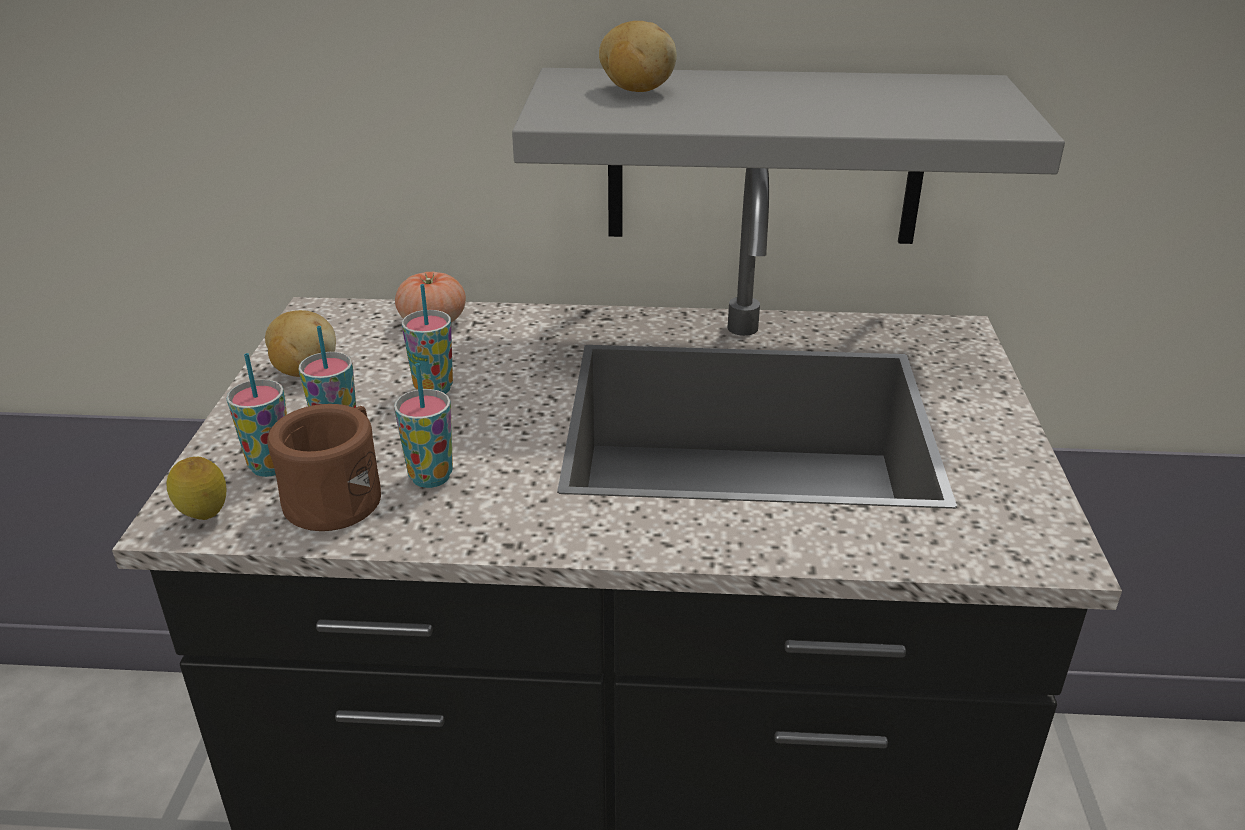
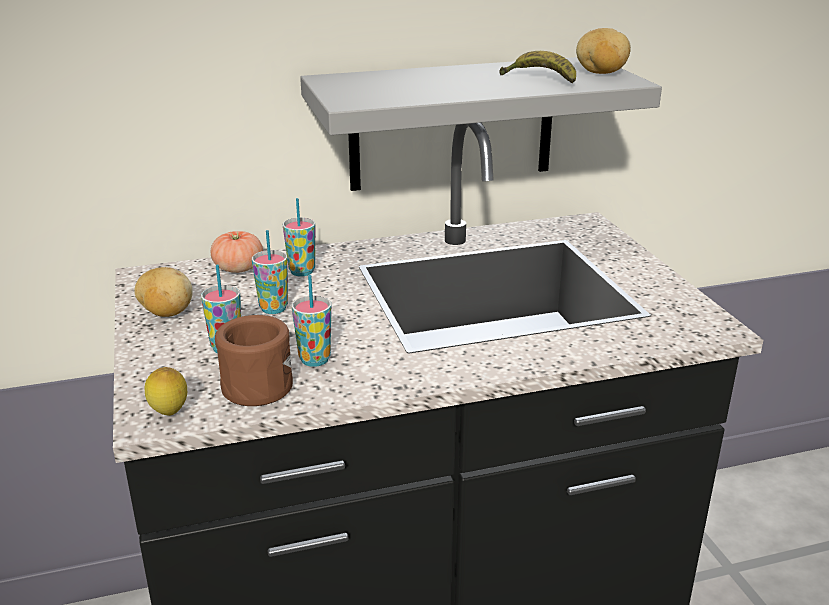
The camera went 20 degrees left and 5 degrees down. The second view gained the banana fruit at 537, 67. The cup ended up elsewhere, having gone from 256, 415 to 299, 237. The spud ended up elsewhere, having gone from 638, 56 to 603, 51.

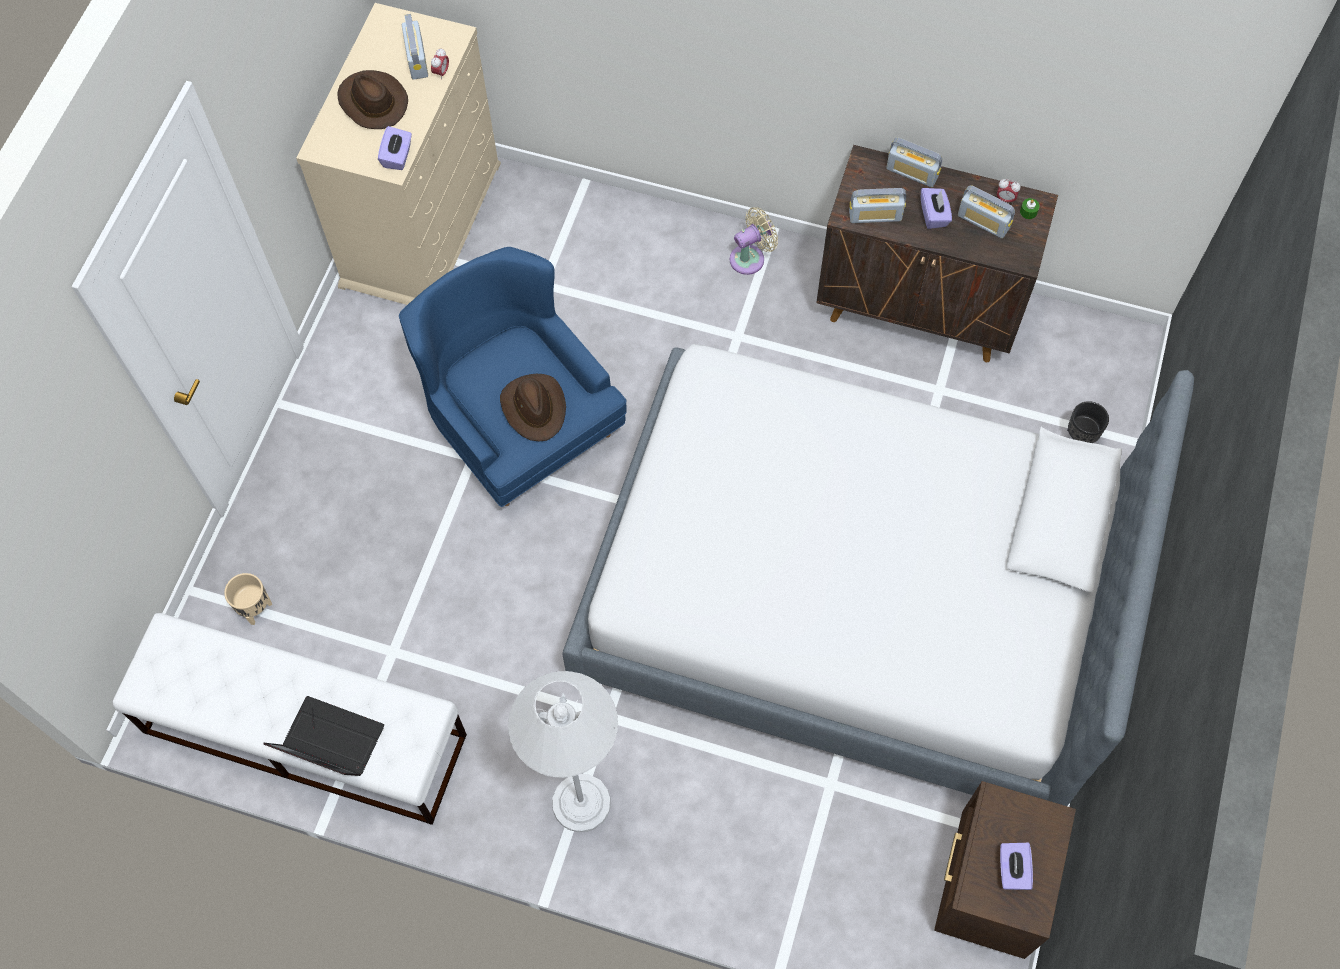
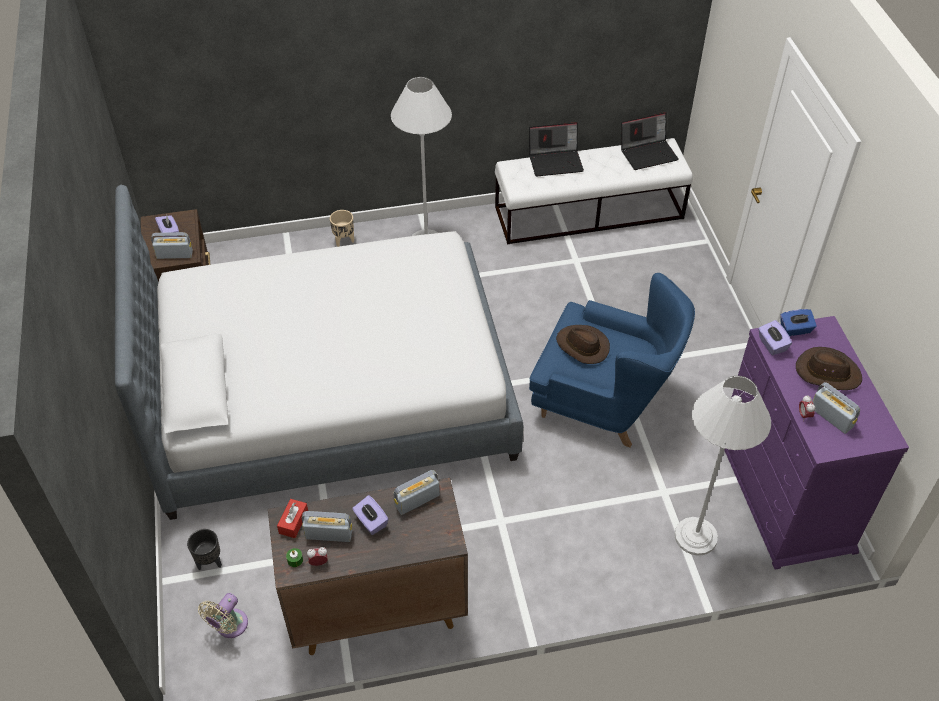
The camera went 150 degrees right and 15 degrees down. The second view gained the red tissue box at 292, 518. The second view gained the portable computer at 650, 141. The second view gained the white-coloured standing lamp at 722, 466. The second view gained the blue-coloured tissue box at 798, 322. The beige plant pot ended up elsewhere, having gone from 248, 599 to 342, 228. The beige electric fan ended up elsewhere, having gone from 754, 241 to 223, 615. The radio ended up elsewhere, having gone from 914, 163 to 172, 245. What was the beige chest of drawers at 398, 154 turned into the purple chest of drawers at 816, 443.

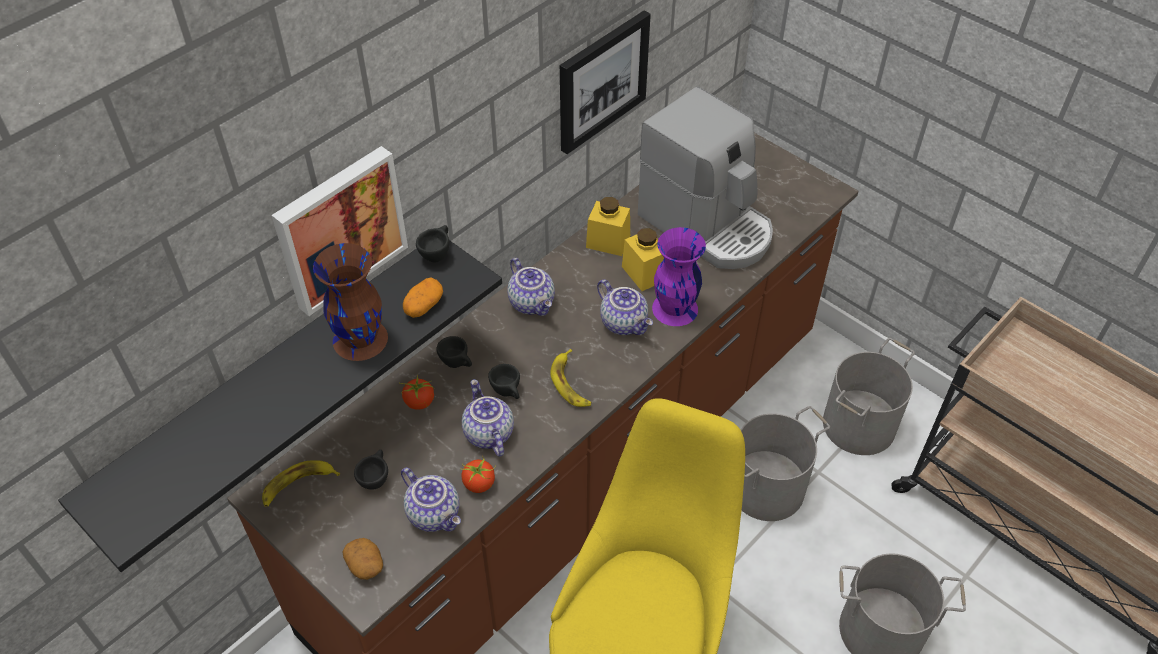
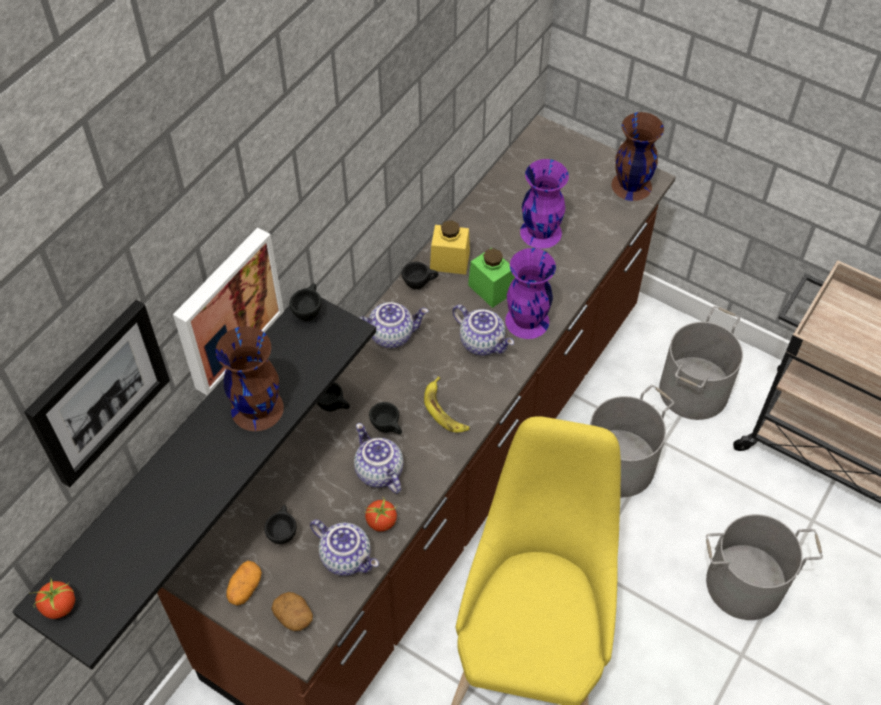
The camera went 10 degrees left and 5 degrees up. The second view lost the banana fruit at 301, 483. The second view gained the black cup at 420, 275. The second view gained the brown-coloured decorative vase at 638, 156. The tomato ended up elsewhere, having gone from 417, 392 to 54, 598. The spud ended up elsewhere, having gone from 423, 298 to 244, 583. The wall picture ended up elsewhere, having gone from 605, 82 to 97, 393. Where the coffee maker stood at 705, 177, the purple decorative vase came to stand at 544, 204. What was the yellow jar at 643, 259 turned into the green jar at 491, 278. The tea pot at 531, 287 ended up facing another way, 60 degrees counterclockwise from before.

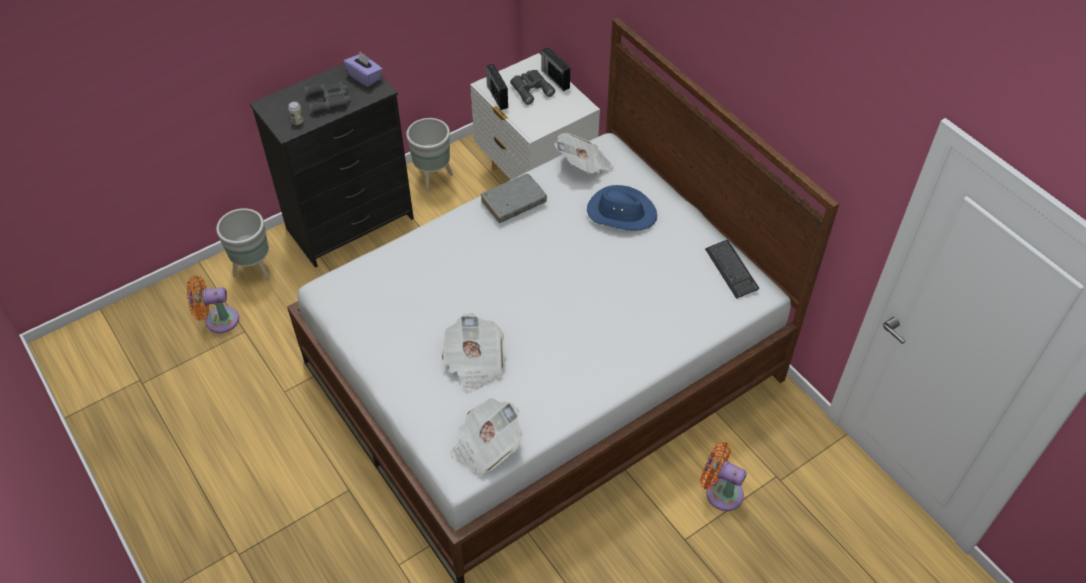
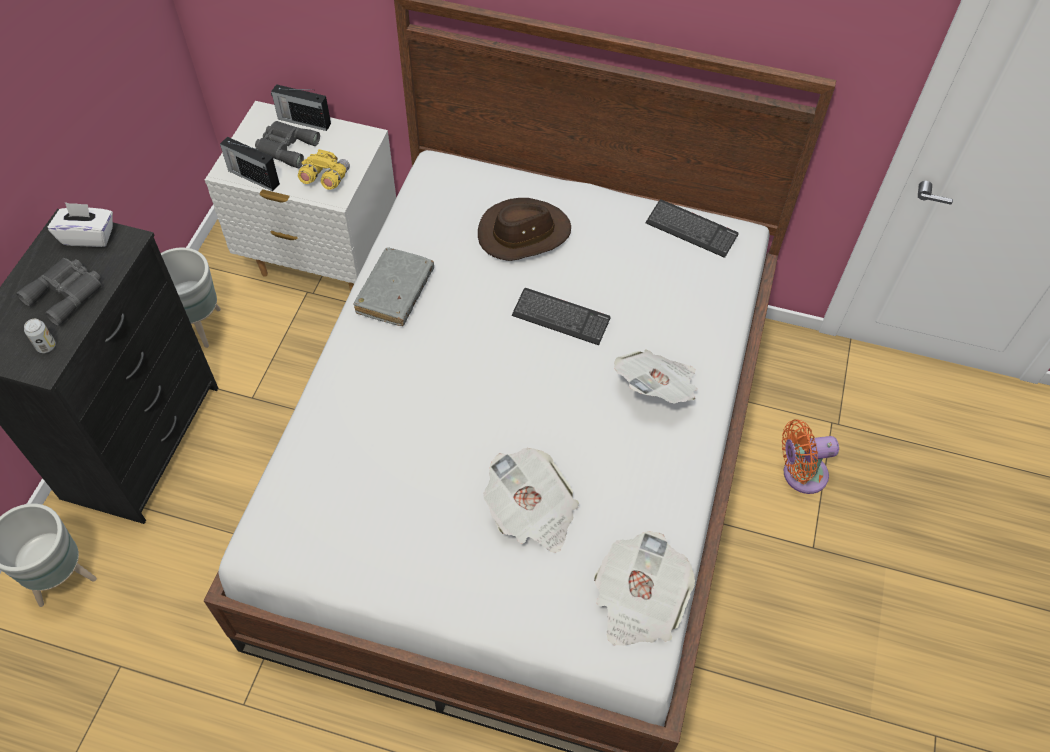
The camera went 40 degrees left and 5 degrees up. The second view lost the orange-coloured electric fan at 213, 304. The second view gained the yellow field glasses at 324, 169. The second view gained the PC keyboard at 561, 316. The newspaper ended up elsewhere, having gone from 584, 153 to 655, 377. What was the purple tissue box at 362, 69 turned into the white-coloured tissue box at 80, 224. What was the blue-coloured hat at 622, 208 turned into the brown-coloured hat at 524, 229.

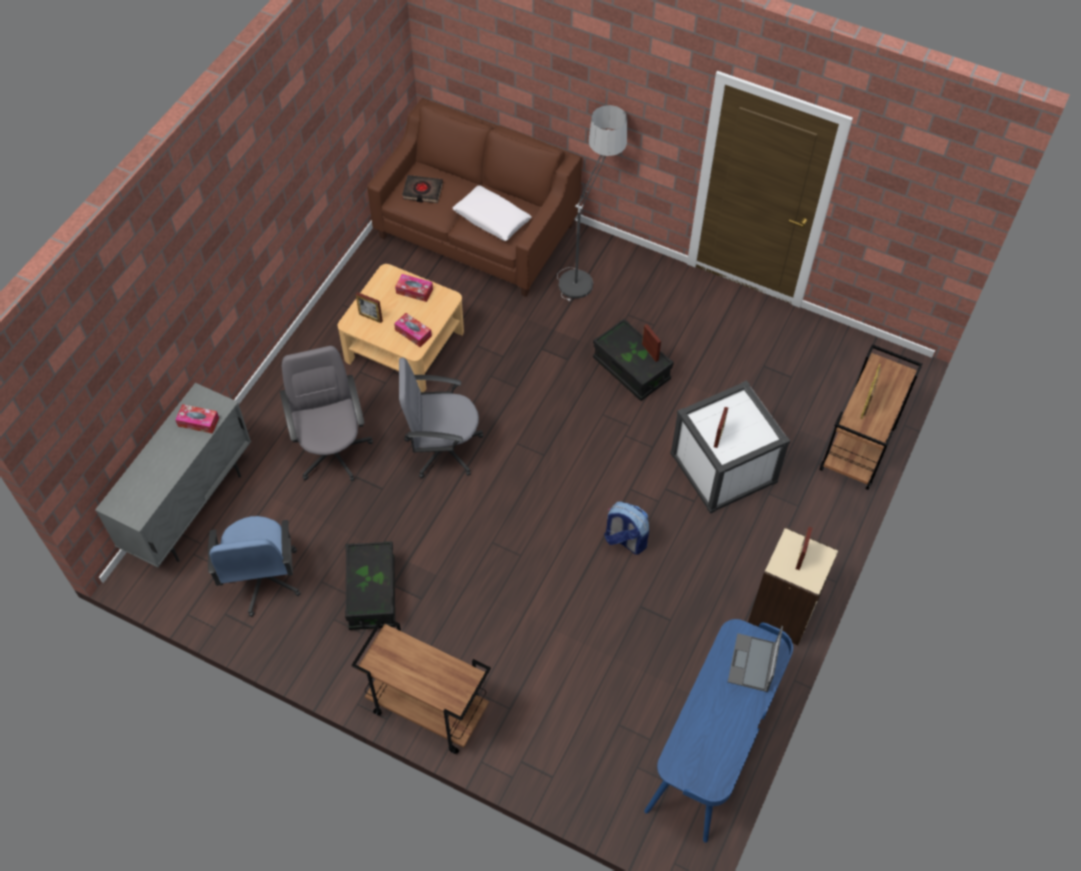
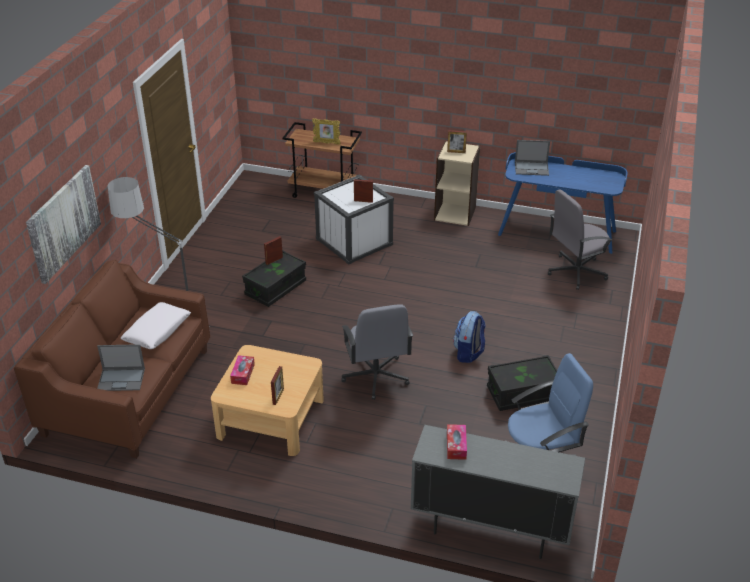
The camera went 100 degrees left and 20 degrees down. The second view lost the brown-coloured trolley at 421, 684. The second view lost the tissue box at 413, 330. The second view gained the wall picture at 63, 224. The greyish office chair ended up elsewhere, having gone from 326, 413 to 580, 239. The knapsack ended up elsewhere, having gone from 626, 527 to 469, 337. Where the black volume stood at 422, 189, the portable computer came to stand at 121, 367.

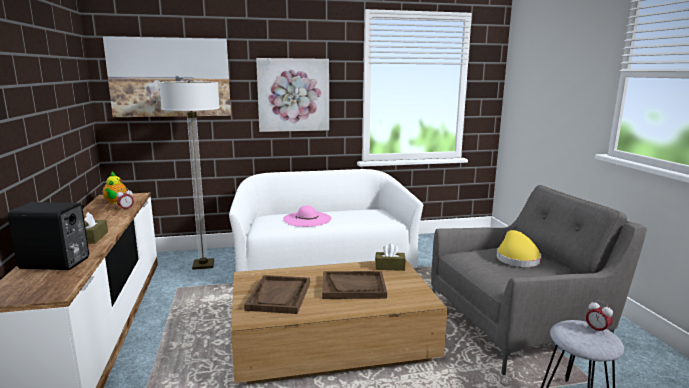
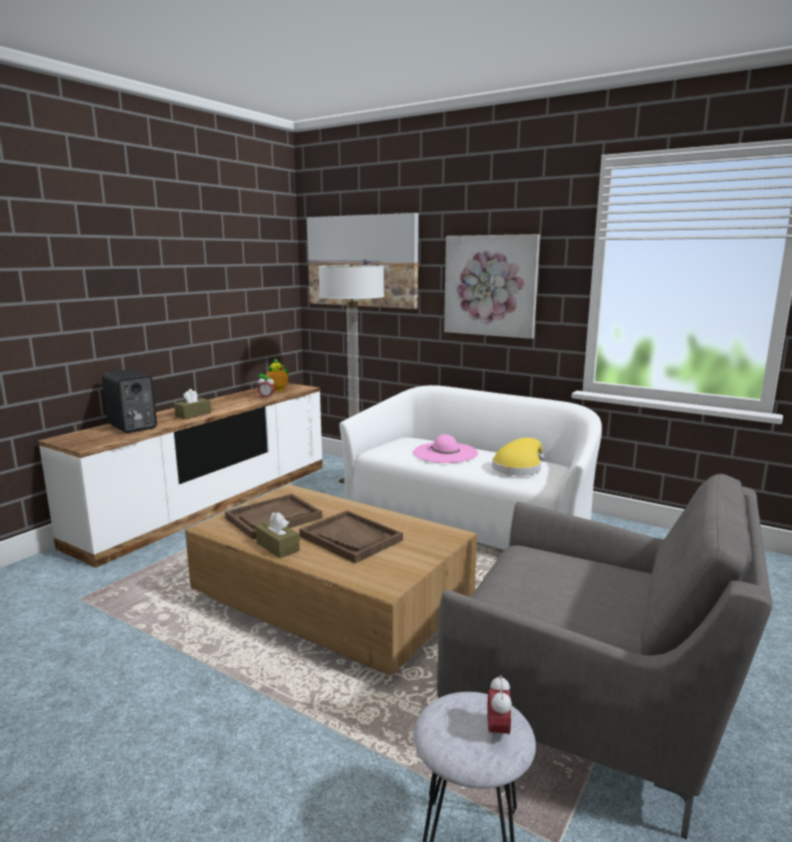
The camera went 45 degrees right and 0 degrees up. The brown-coloured tissue box ended up elsewhere, having gone from 390, 257 to 278, 535. The yellow hat ended up elsewhere, having gone from 519, 248 to 518, 457.

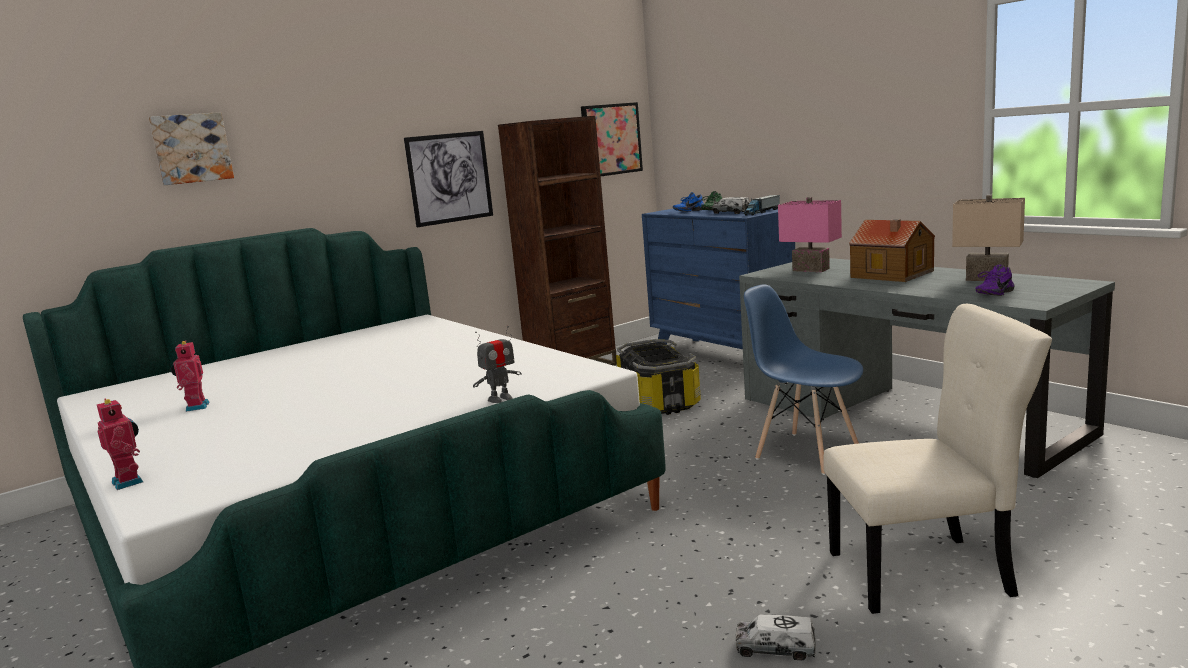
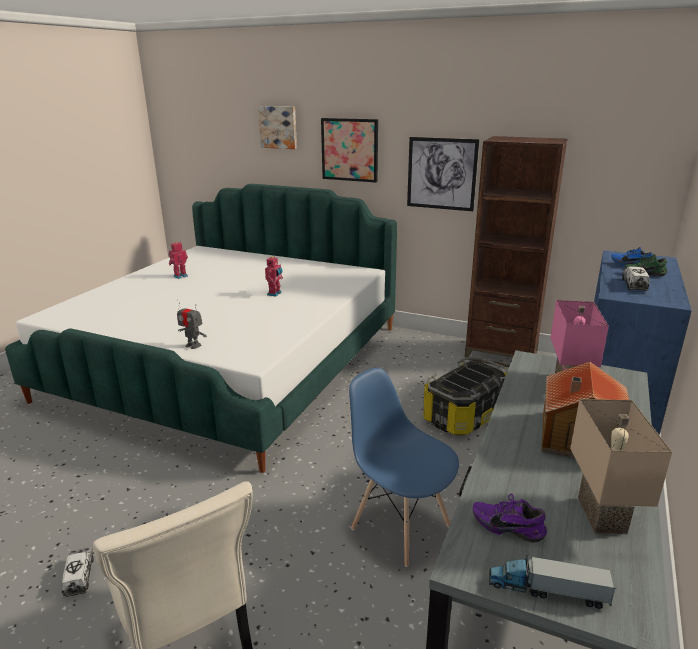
The camera went 60 degrees right and 10 degrees up. The model robot ended up elsewhere, having gone from 120, 444 to 274, 276. The wall picture ended up elsewhere, having gone from 612, 139 to 349, 150. The toy truck ended up elsewhere, having gone from 762, 205 to 552, 581. The blue-coloured plain chair at 803, 379 ended up facing another way, 60 degrees counterclockwise from before.

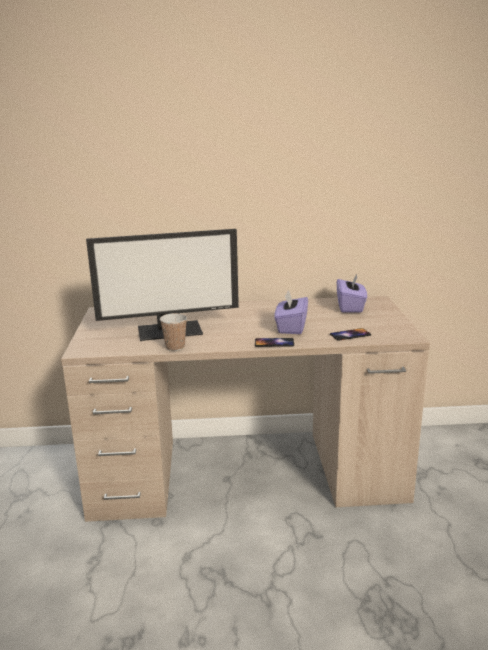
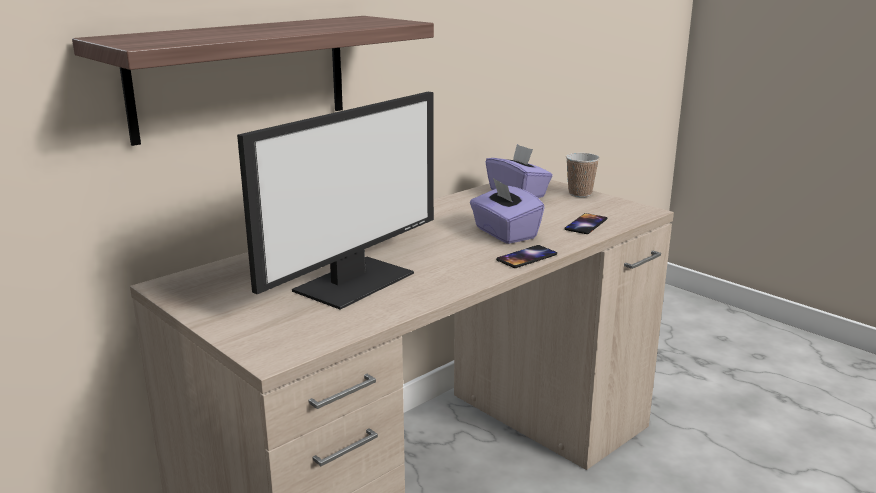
The camera went 40 degrees left and 0 degrees up. The second view gained the bracket shelf at 253, 81. The cup ended up elsewhere, having gone from 173, 332 to 583, 175.

